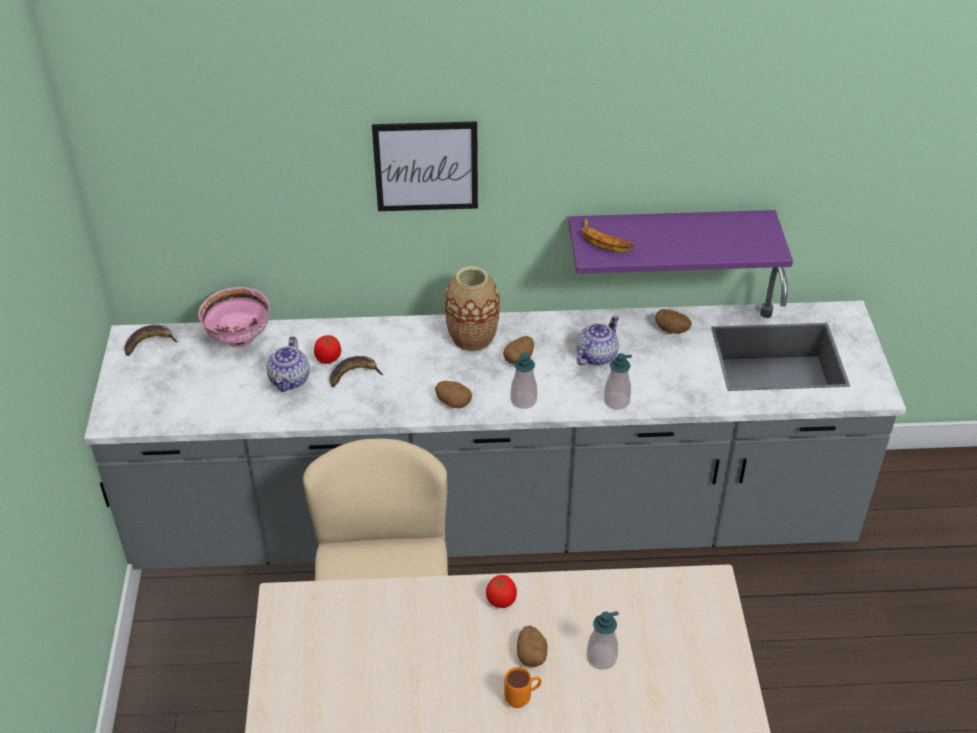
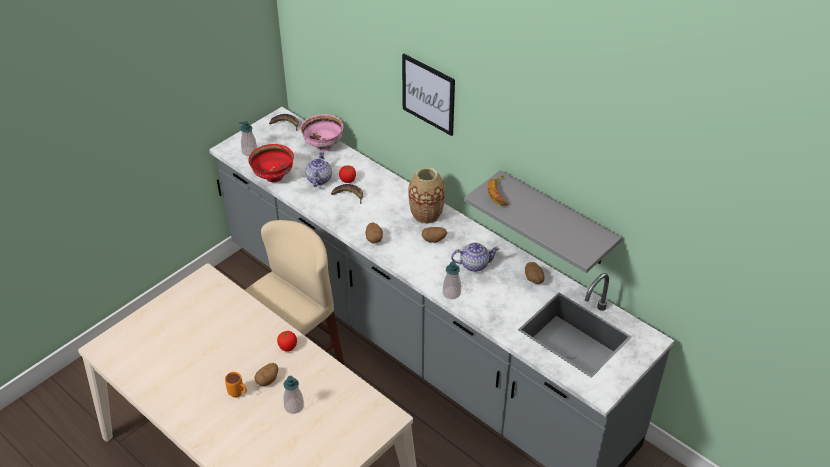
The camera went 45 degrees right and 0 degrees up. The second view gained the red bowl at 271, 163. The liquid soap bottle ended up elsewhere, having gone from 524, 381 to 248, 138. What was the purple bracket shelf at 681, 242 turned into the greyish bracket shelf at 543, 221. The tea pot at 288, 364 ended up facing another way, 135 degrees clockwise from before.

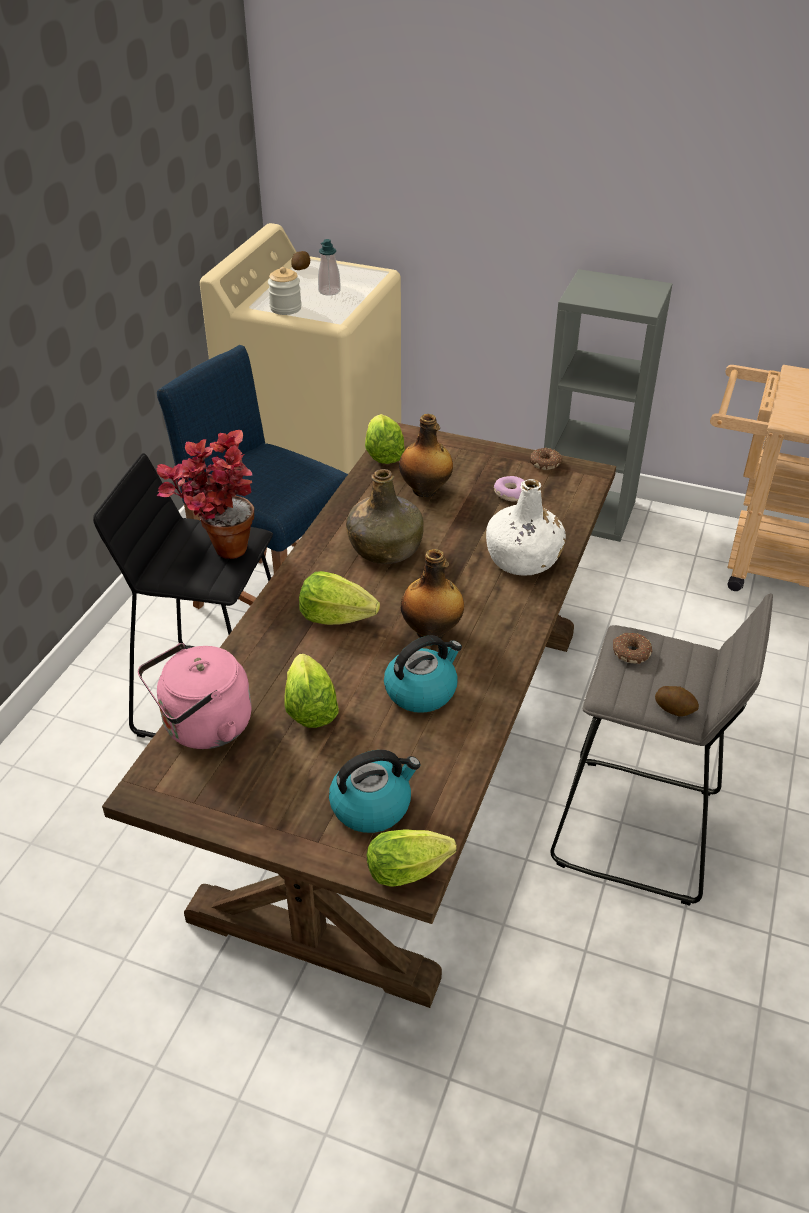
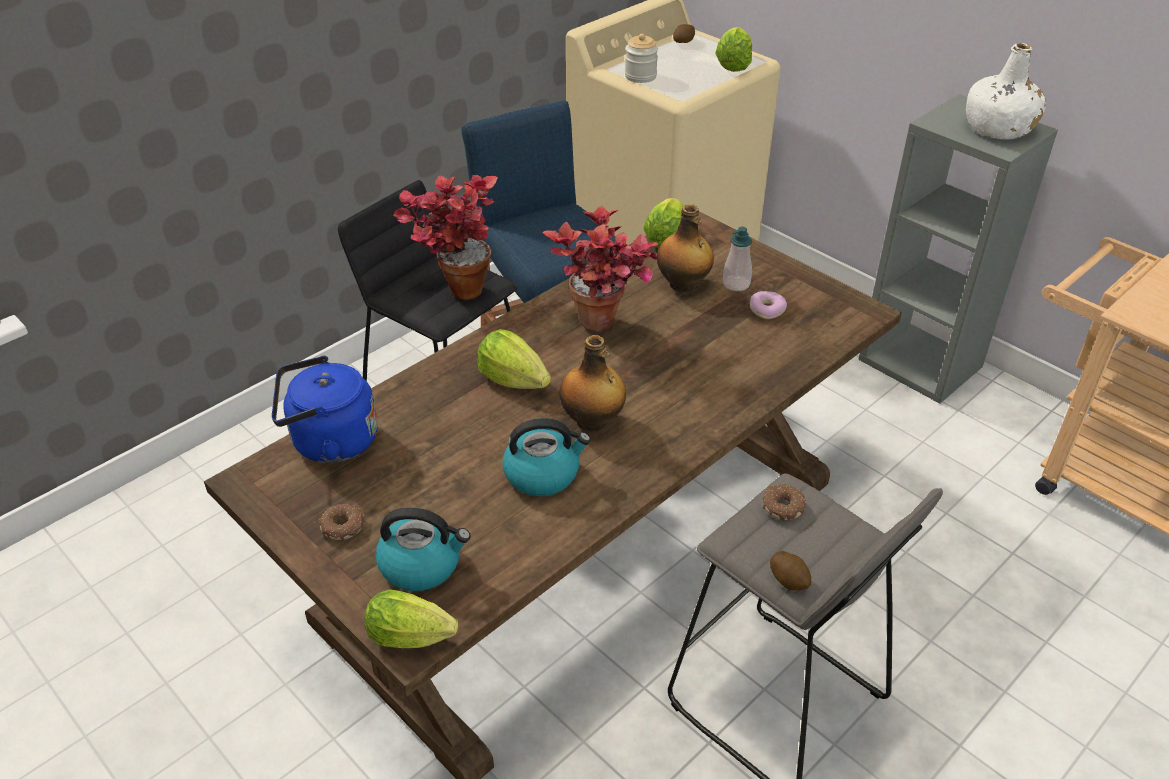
The camera went 25 degrees right and 0 degrees up. The lettuce ended up elsewhere, having gone from 312, 691 to 733, 49. The liquid soap bottle ended up elsewhere, having gone from 329, 267 to 737, 259. The white-coloured bottle ended up elsewhere, having gone from 526, 527 to 1006, 91. The donut ended up elsewhere, having gone from 546, 459 to 342, 522. Where the green bottle stood at 385, 516, the houseplant came to stand at 600, 269. What was the pinkish tea kettle at 195, 696 turned into the blue-coloured tea kettle at 325, 409.

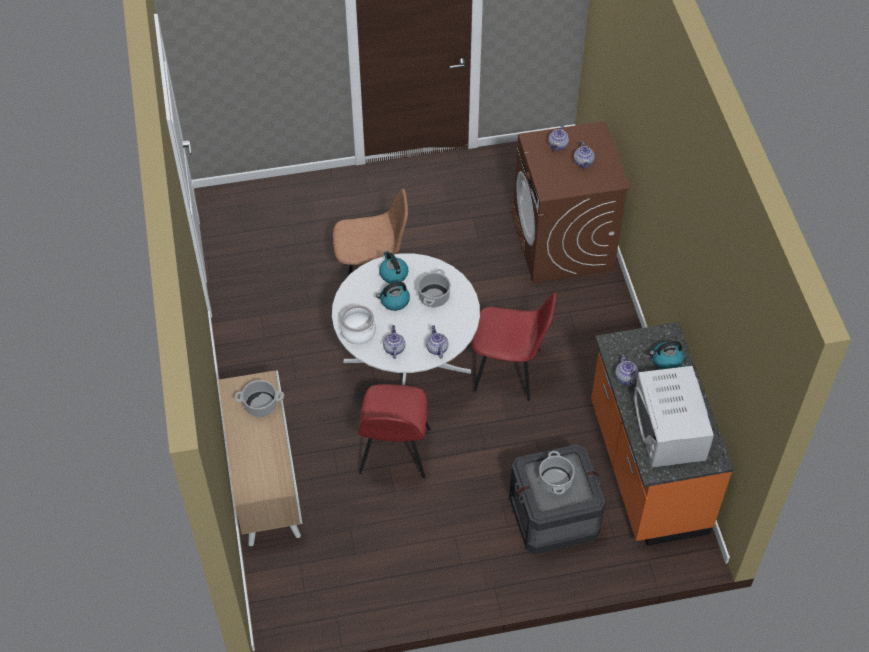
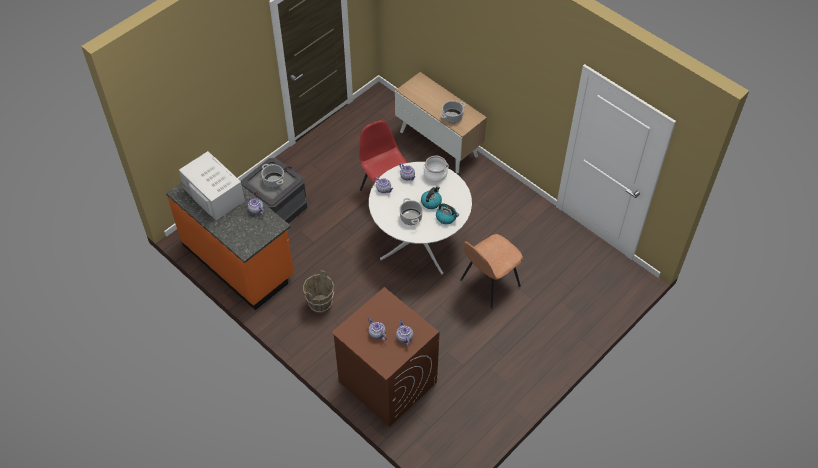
The camera went 145 degrees right and 0 degrees up. The second view lost the red plain chair at 514, 346. The second view lost the tea kettle at 667, 355. The second view gained the brown-coloured pail at 318, 291.

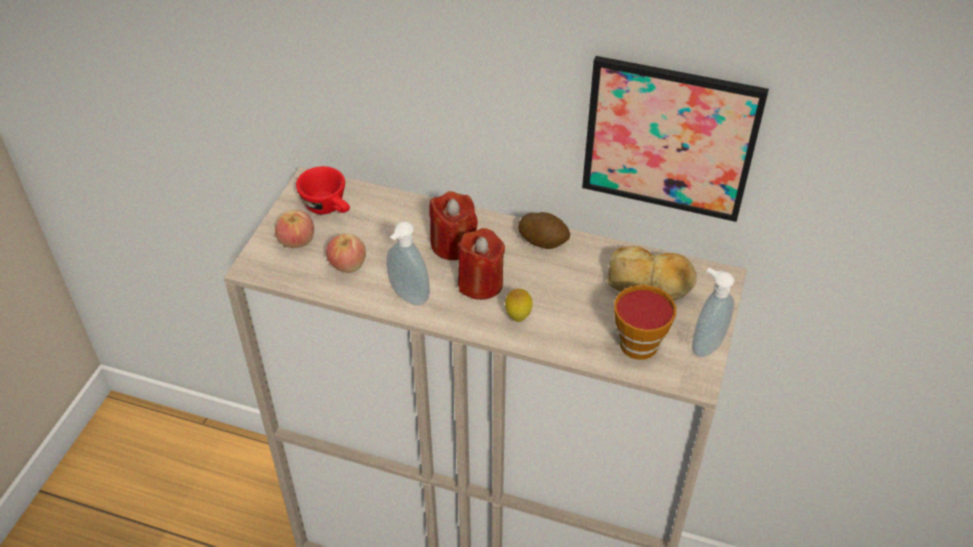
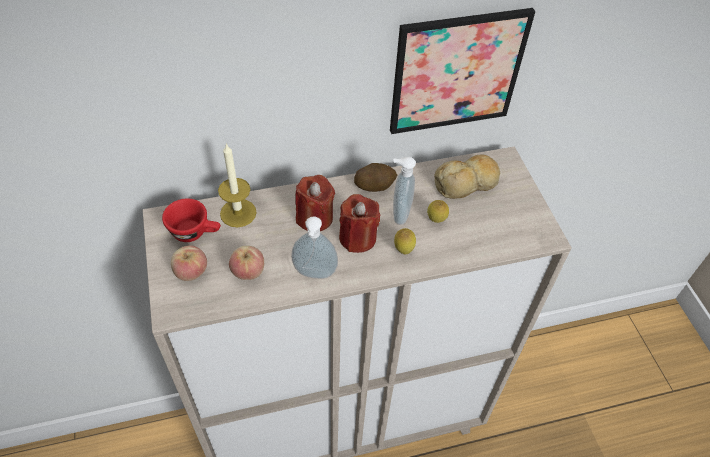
The camera went 35 degrees left and 5 degrees up. The second view lost the cup at 645, 322. The second view gained the candle at 237, 185. The second view gained the citrus fruit at 438, 211. The liquid soap bottle ended up elsewhere, having gone from 713, 312 to 404, 191.

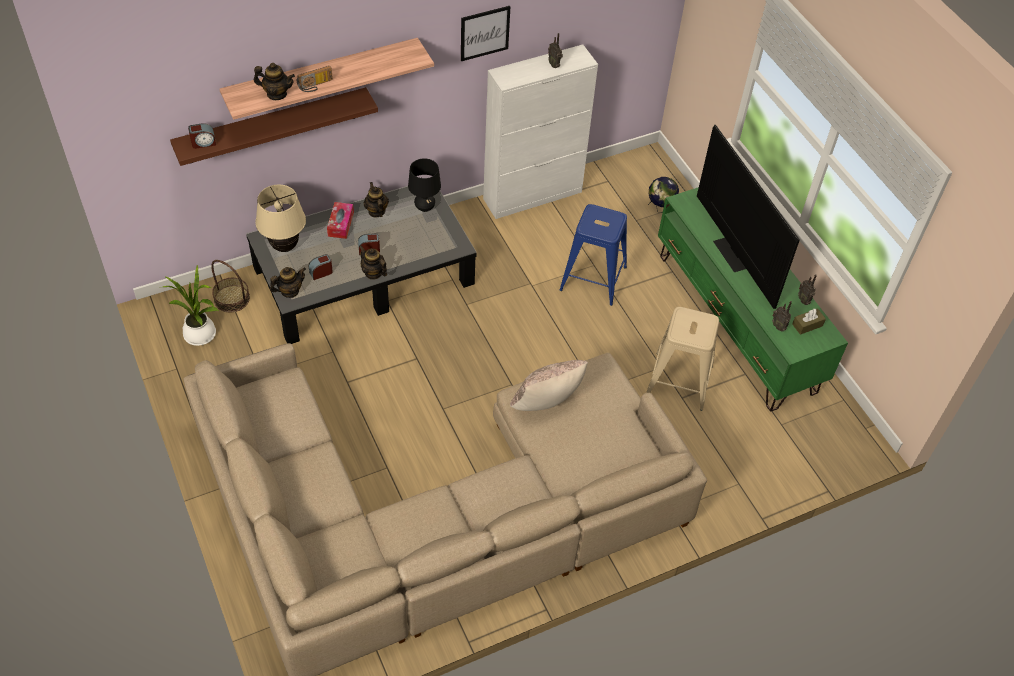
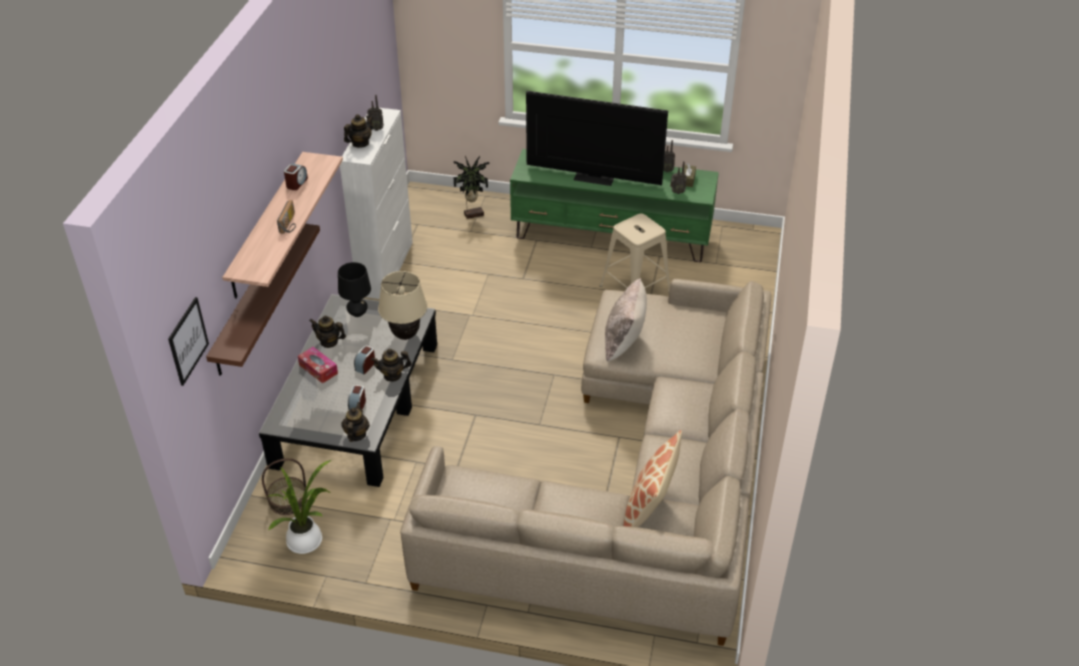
The camera went 50 degrees left and 10 degrees down. The second view lost the blue-coloured stool at 593, 255. The second view gained the cushion at 653, 478. The bedside clock ended up elsewhere, having gone from 202, 136 to 296, 176. The tea pot ended up elsewhere, having gone from 274, 81 to 359, 131. The beige lamp for a table ended up elsewhere, having gone from 280, 218 to 402, 305. The wall picture ended up elsewhere, having gone from 485, 33 to 188, 341. Where the globe stood at 663, 194, the houseplant came to stand at 471, 187.

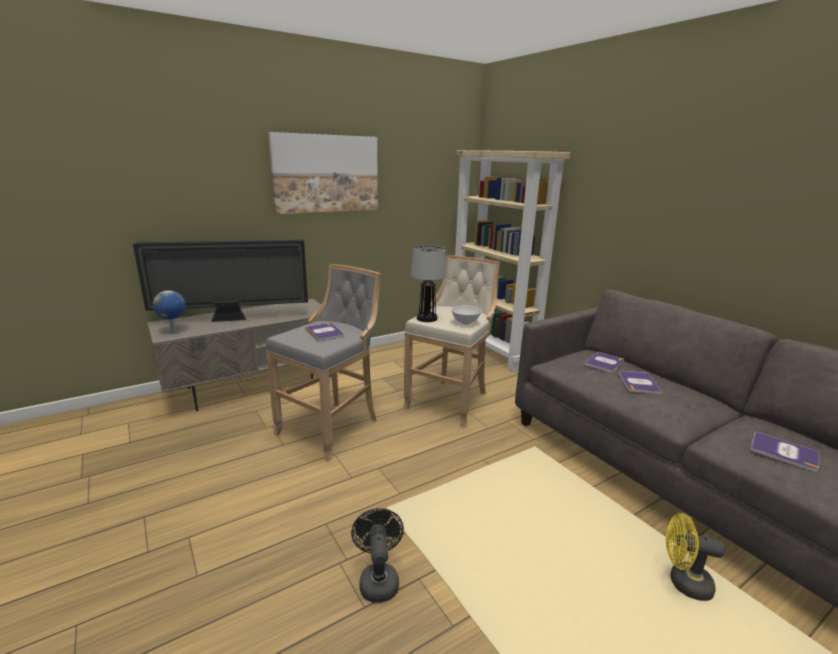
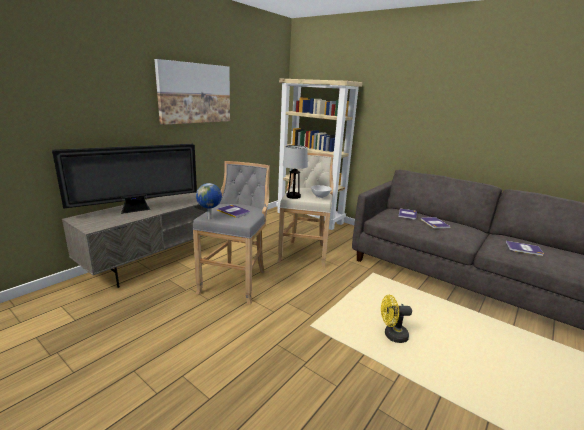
The camera went 20 degrees left and 0 degrees up. The second view lost the black electric fan at 377, 555. The globe ended up elsewhere, having gone from 169, 311 to 209, 201. The yellow electric fan ended up elsewhere, having gone from 695, 557 to 396, 319.

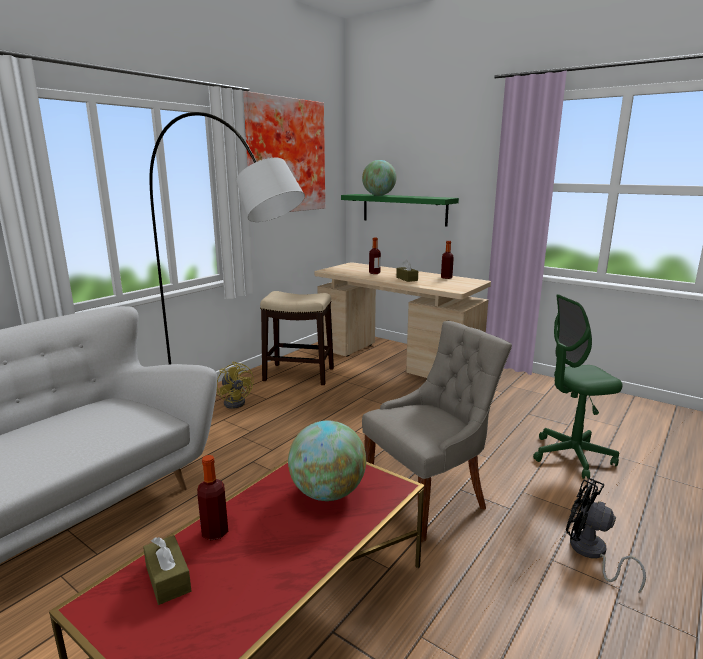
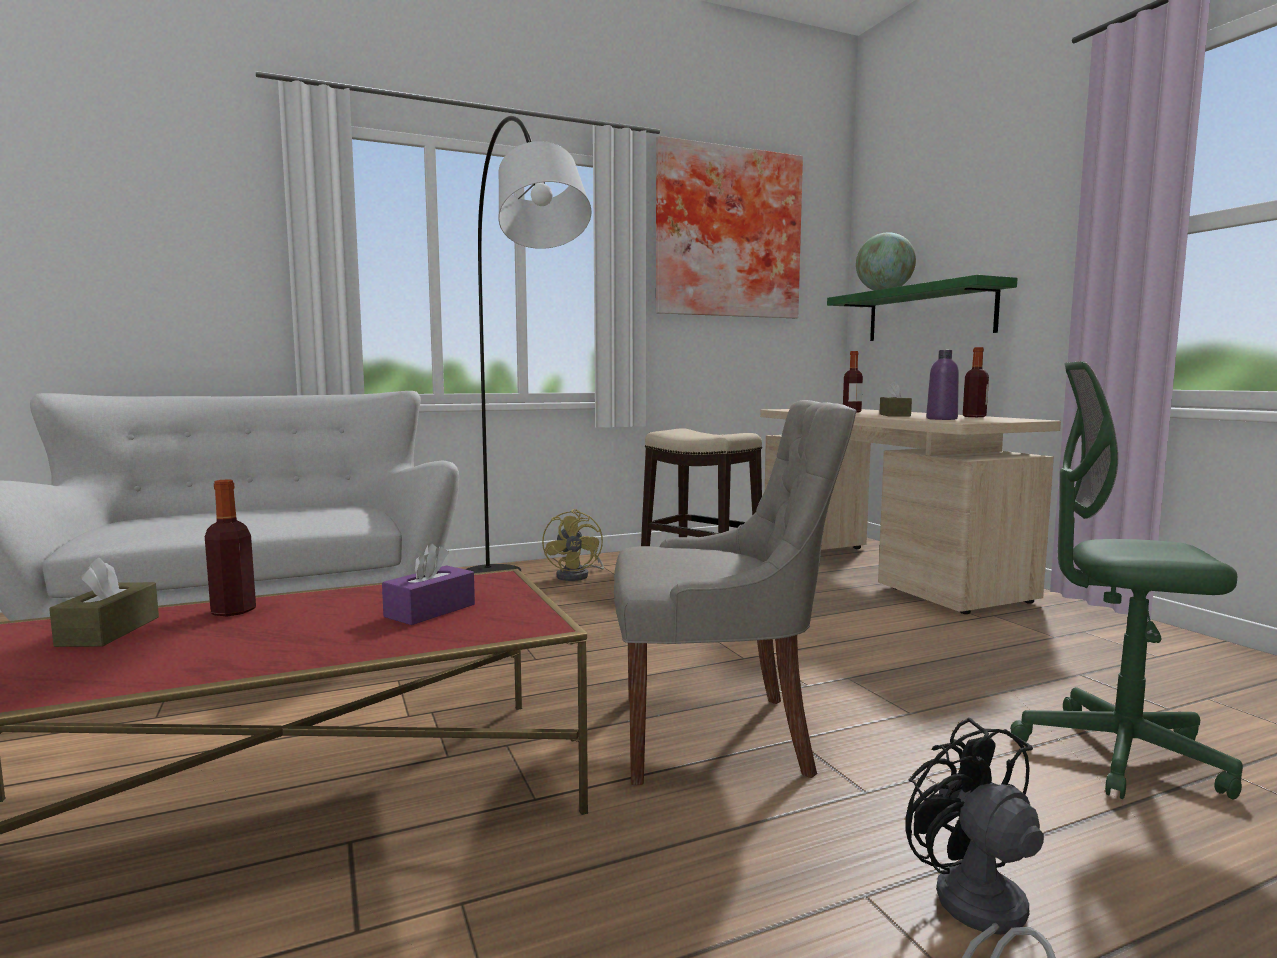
The camera went 30 degrees right and 10 degrees down. The second view gained the purple bottle at 942, 385. Where the globe stood at 327, 460, the purple tissue box came to stand at 428, 584.

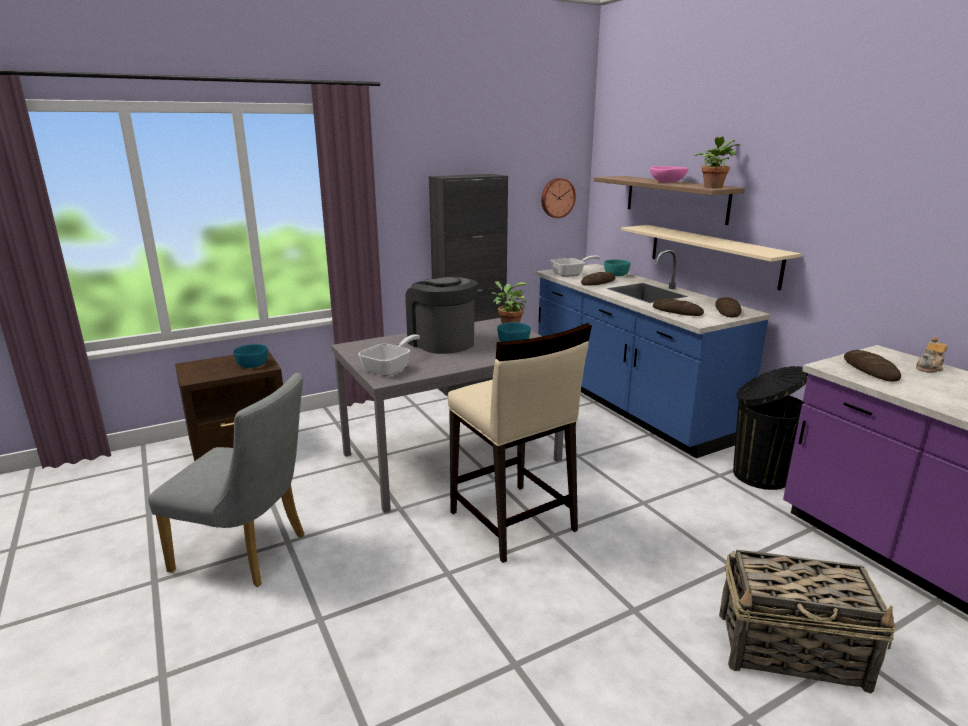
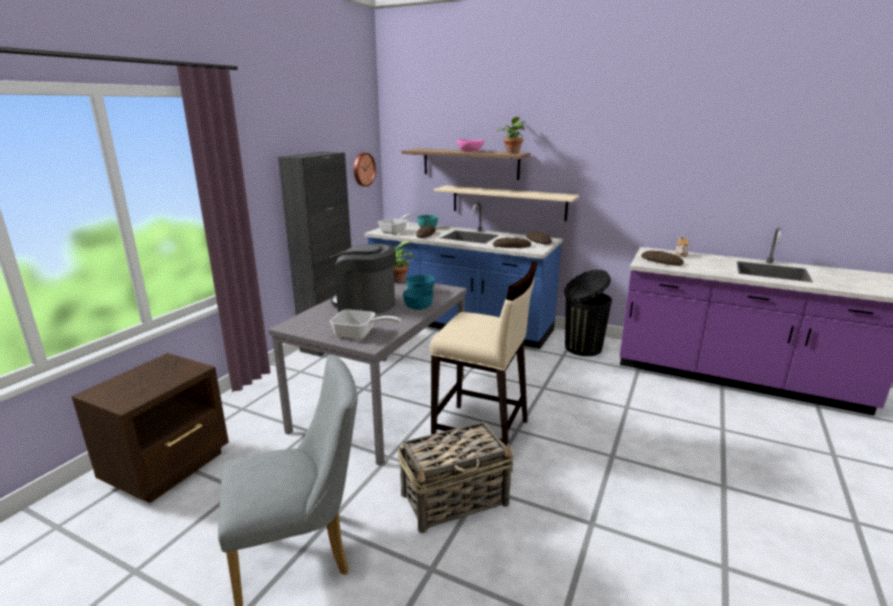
The camera went 35 degrees left and 0 degrees up. The turquoise-coloured bowl ended up elsewhere, having gone from 250, 356 to 418, 298. The basket ended up elsewhere, having gone from 807, 621 to 456, 477. The skillet at 389, 355 ended up facing another way, 105 degrees clockwise from before.

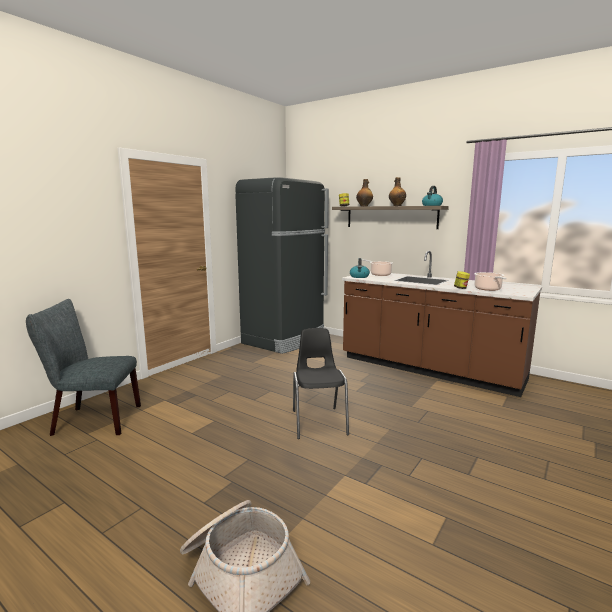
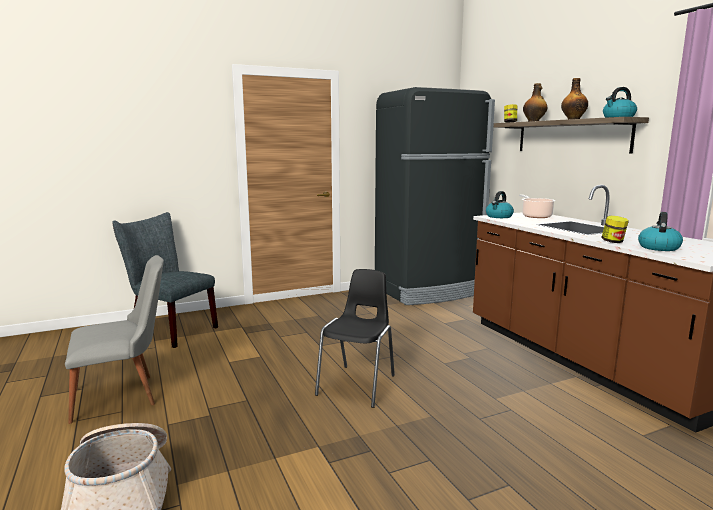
The camera went 30 degrees right and 0 degrees up. The second view gained the greyish plain chair at 114, 339. Where the saucepot stood at 490, 281, the tea kettle came to stand at 660, 231.

